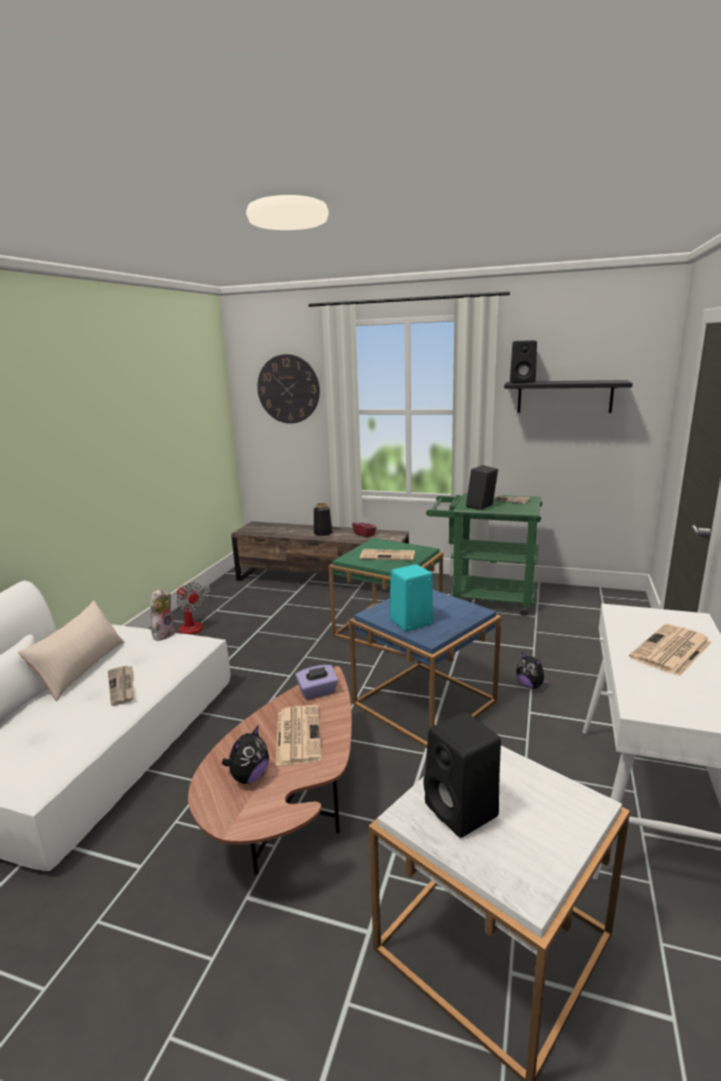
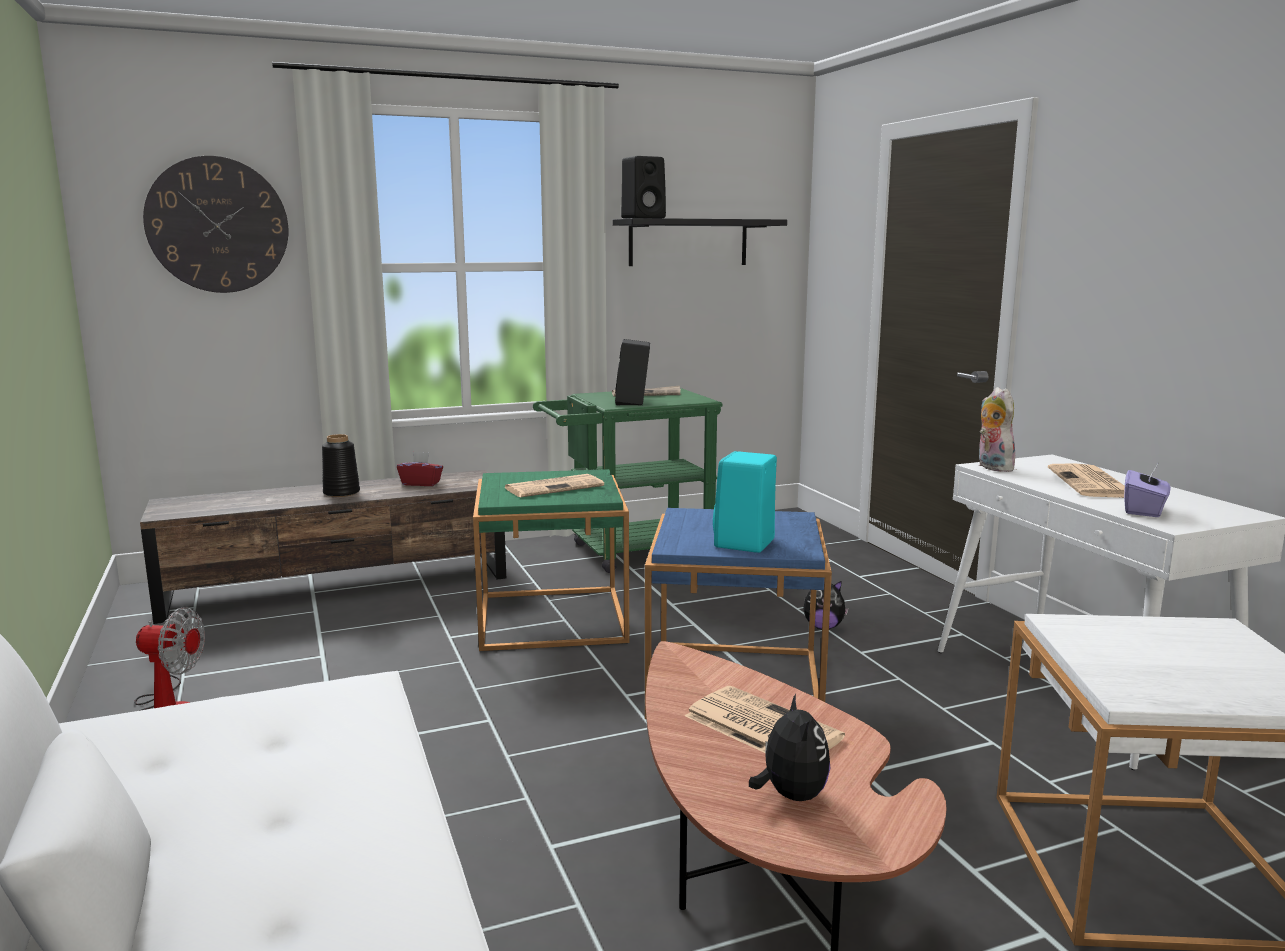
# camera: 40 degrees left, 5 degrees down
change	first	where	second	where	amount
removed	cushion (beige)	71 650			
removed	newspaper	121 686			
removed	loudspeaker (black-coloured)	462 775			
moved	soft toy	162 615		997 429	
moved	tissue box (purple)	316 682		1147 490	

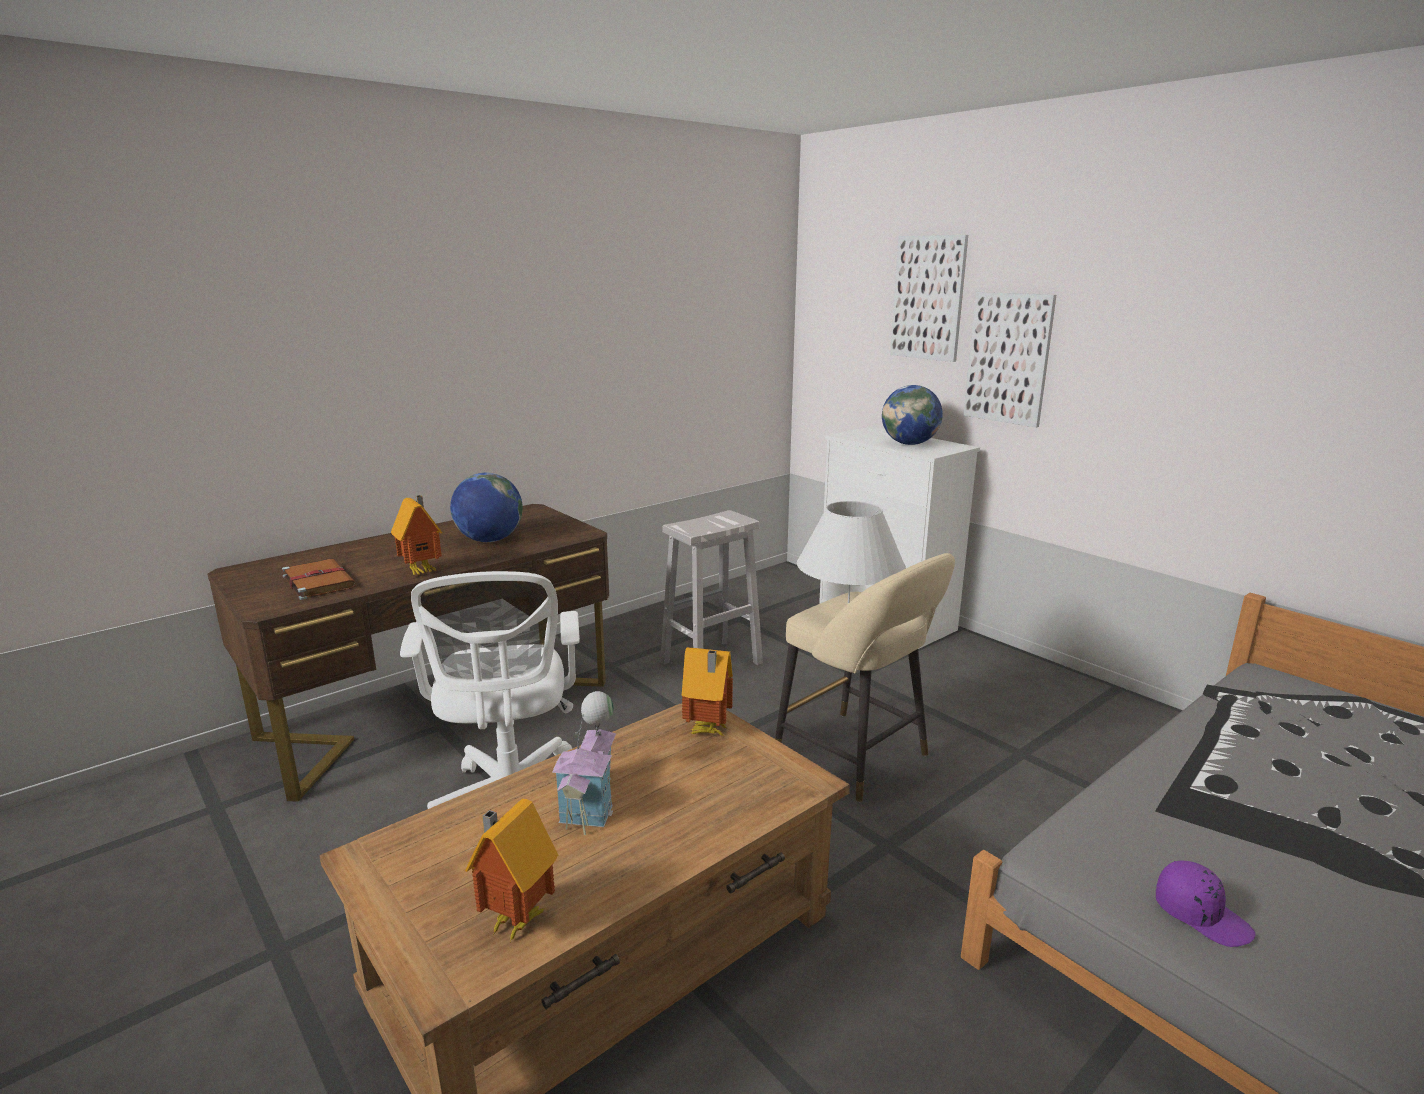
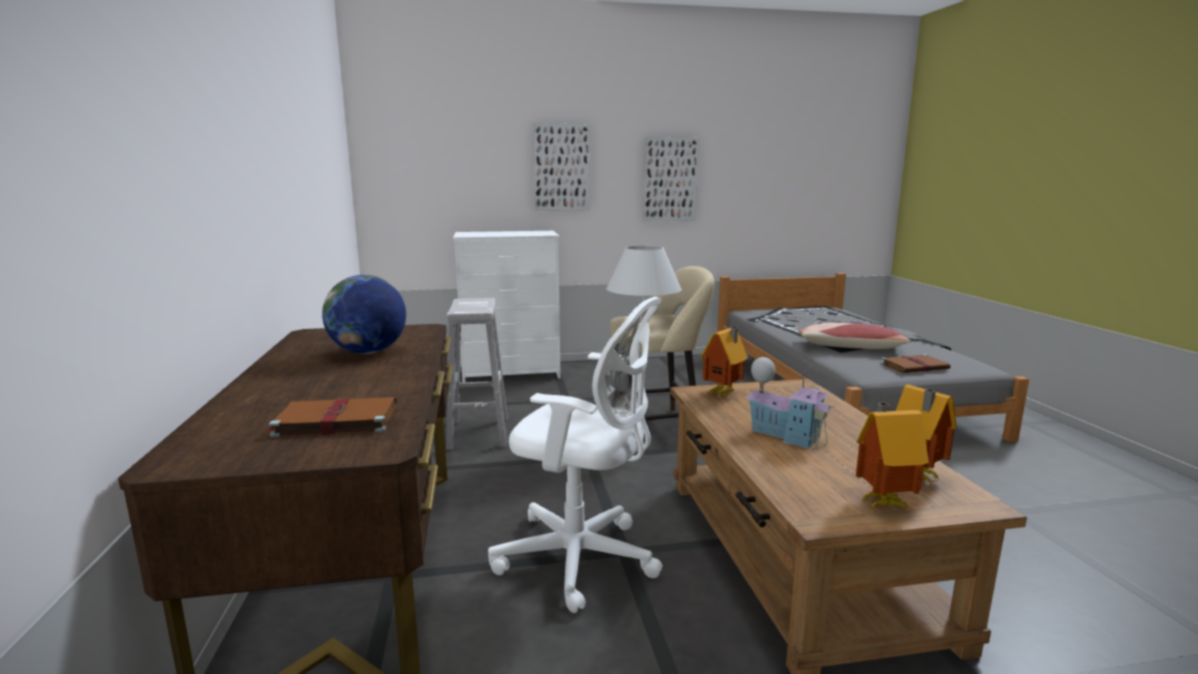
# camera: 60 degrees left, 5 degrees down
change	first	where	second	where	amount
removed	world globe	912 415			
added			cushion	854 336	
moved	miniature house	416 535		892 456	
moved	wall picture	929 298		671 179	
replaced	baseball cap (purple)	1205 904	volume (brown)	916 363	

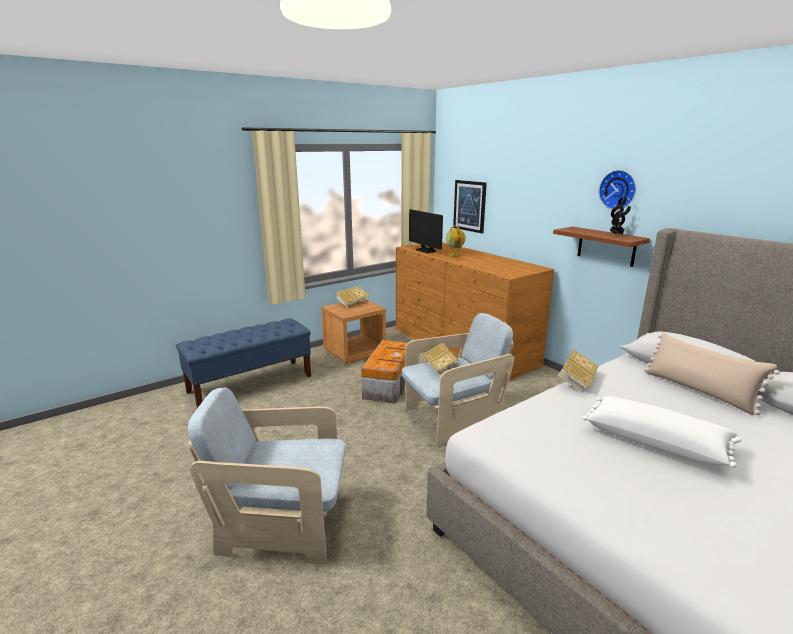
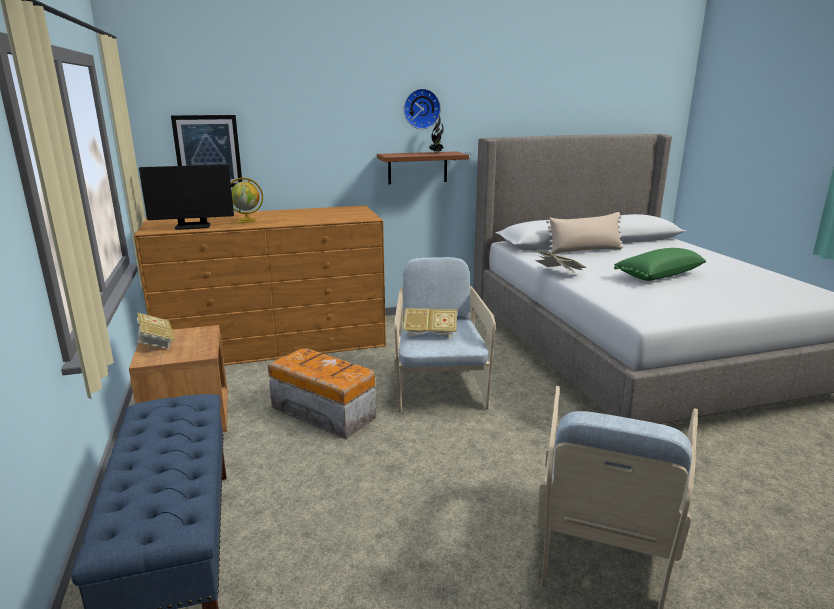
# camera: 70 degrees left, 0 degrees up
change	first	where	second	where	amount
recoloured	cushion (white-coloured)	661 432	cushion (green)	660 264	

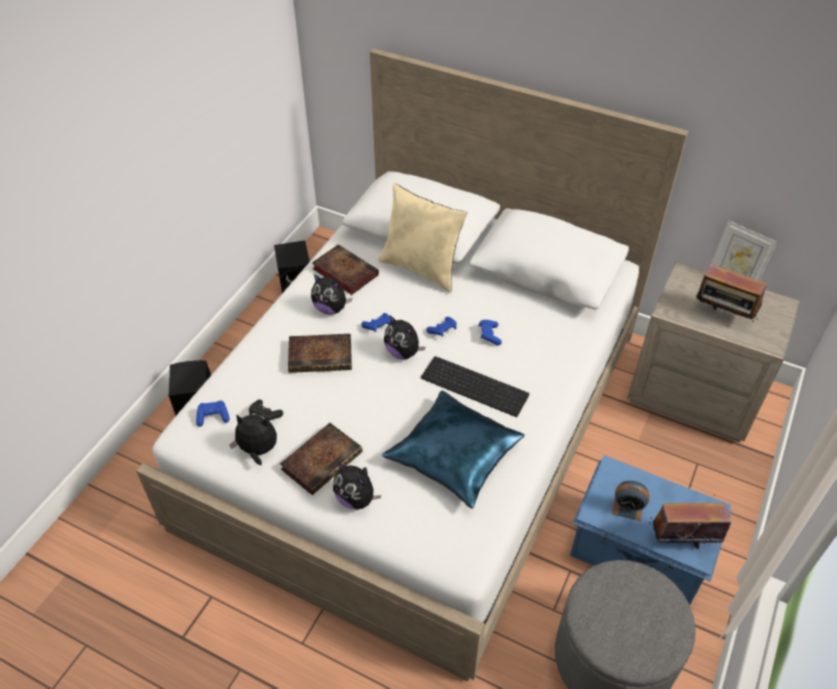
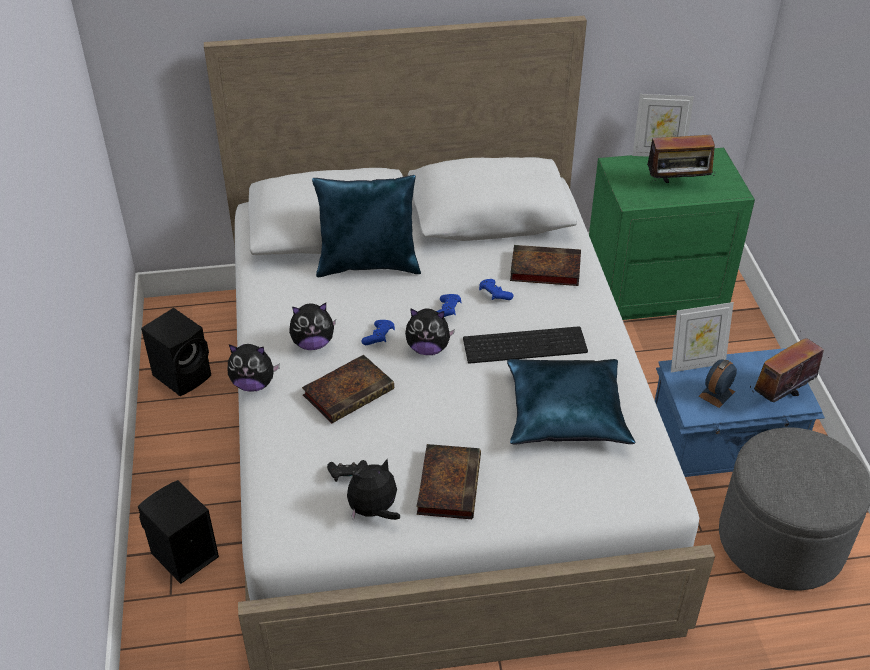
# camera: 35 degrees left, 5 degrees down
change	first	where	second	where	amount
removed	joypad (blue)	213 413			
added			photo frame	702 337	
moved	volume	345 269		545 265	
moved	soft toy	357 486		254 368	
recoloured	cushion (beige)	422 238	cushion (blue)	366 226	
recoloured	nightstand (beige)	714 352	nightstand (green)	672 234	
turned	bedside clock	631 501		717 384	150 degrees clockwise

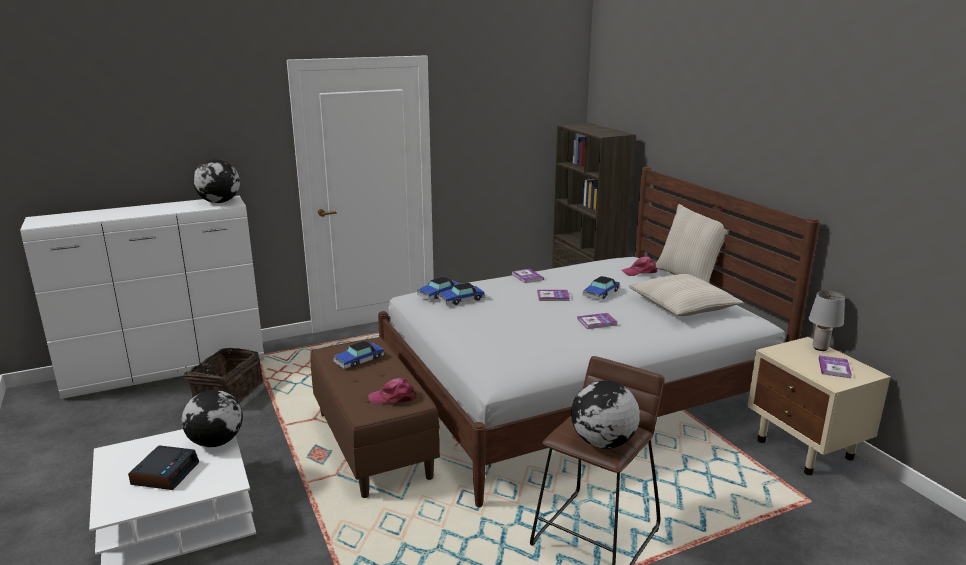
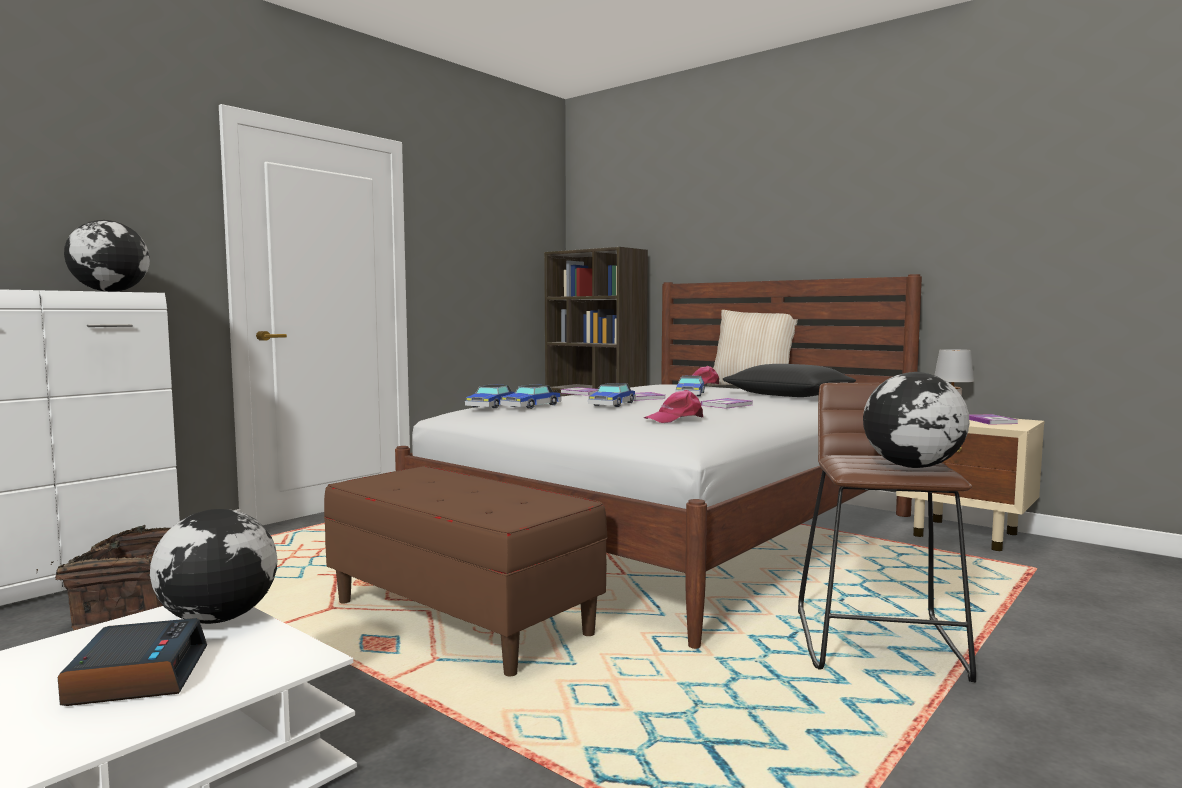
# camera: 25 degrees left, 15 degrees down
change	first	where	second	where	amount
moved	toy car	358 355		612 395	
moved	baseball cap (pinkish)	392 391		673 406	
recoloured	cushion (beige)	686 295	cushion (black-coloured)	789 380	

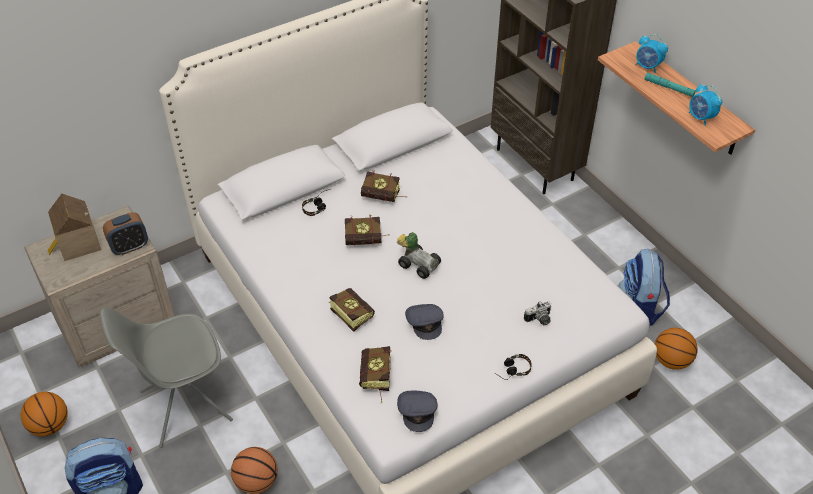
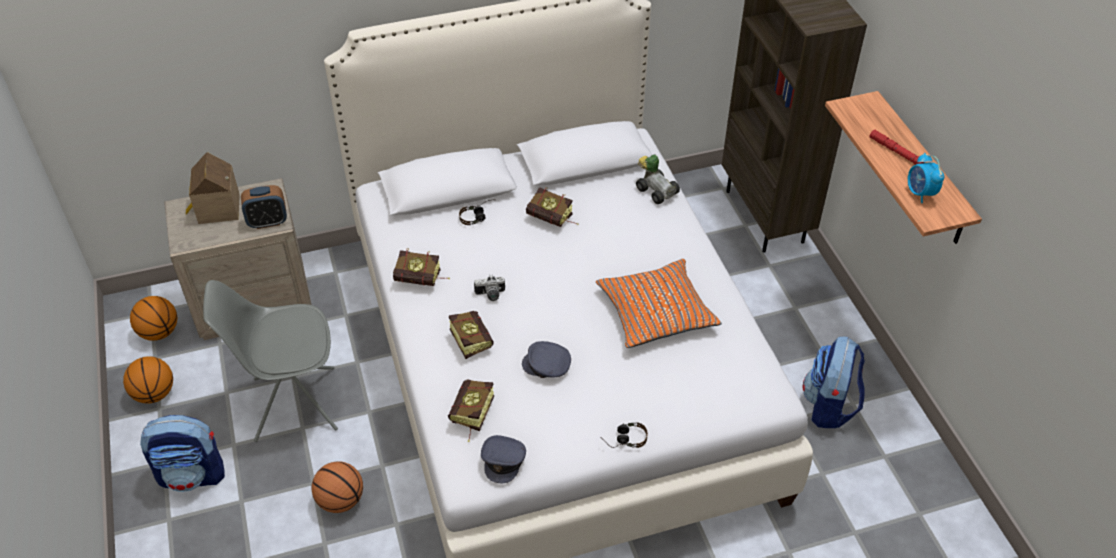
# camera: 15 degrees right, 0 degrees up
change	first	where	second	where	amount
removed	bedside clock	651 53			
added			cushion (orangey)	659 303	
moved	volume	367 230		421 267	
moved	toy car	419 255		658 179	
moved	photo camera	538 313		489 288	
moved	basketball	676 349		153 318	
recoloured	torch (blue-green)	670 85	torch (reddish)	896 147	
turned	baseball cap (grey)	424 322		546 359	105 degrees clockwise

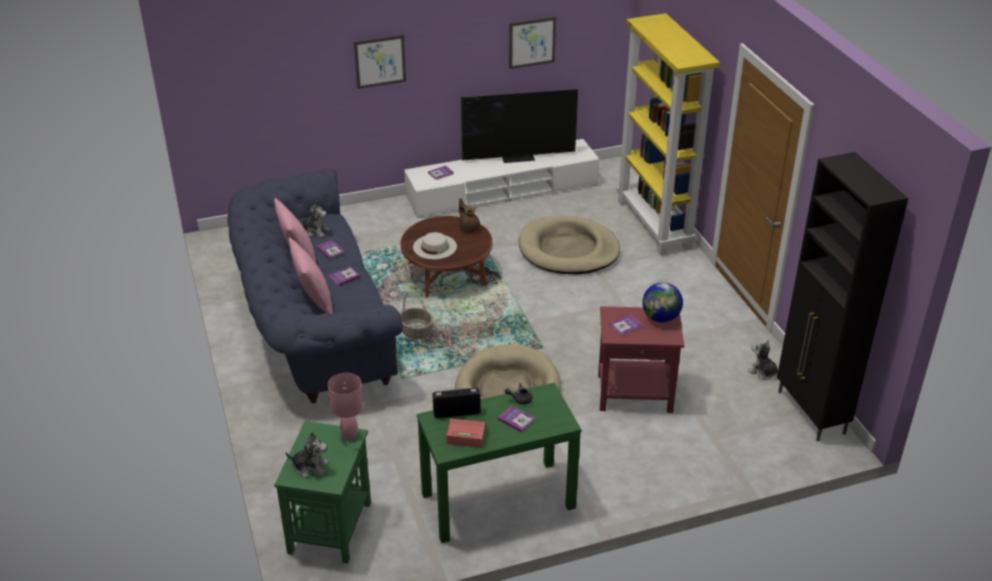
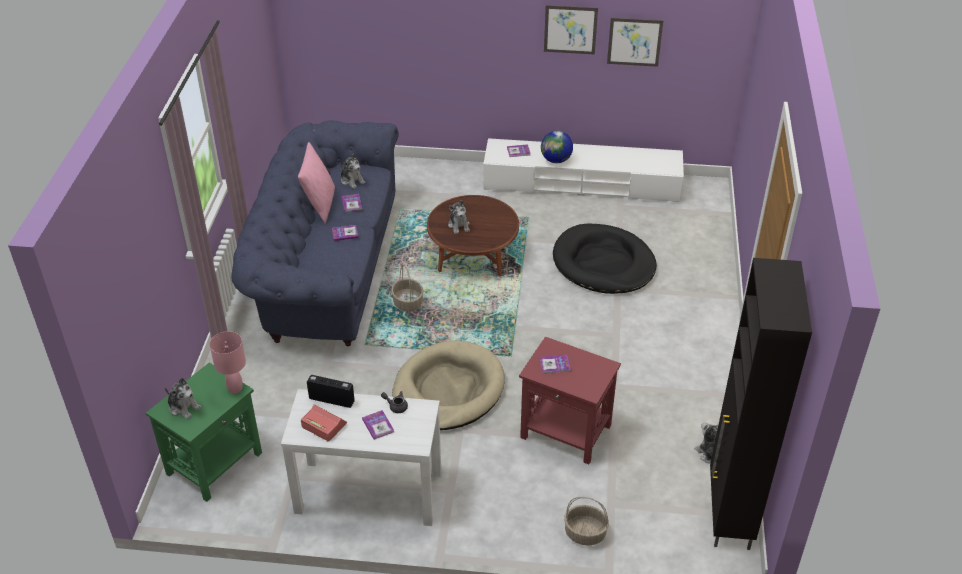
# camera: 25 degrees right, 5 degrees up
change	first	where	second	where	amount
removed	cushion (pinkish)	311 276			
removed	tea pot (brown)	469 215			
removed	TV set	519 126			
removed	shelving unit (yellow)	668 134			
added			storage basket	586 521	
moved	wall picture	380 62		571 29	
moved	world globe	662 302		557 147	
replaced	wearable hat (white-coloured)	435 245	soft toy	459 217	
recoloured	narrow table (green)	499 463	narrow table (white-coloured)	361 457	
recoloured	dog cushion (beige)	569 245	dog cushion (black-coloured)	605 259	

